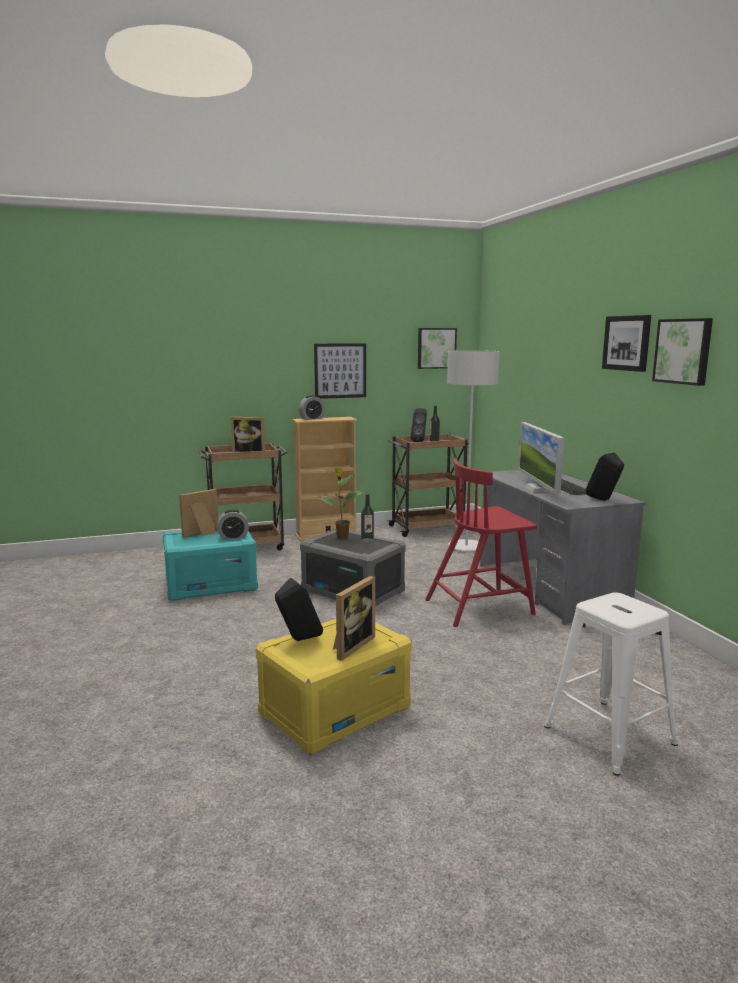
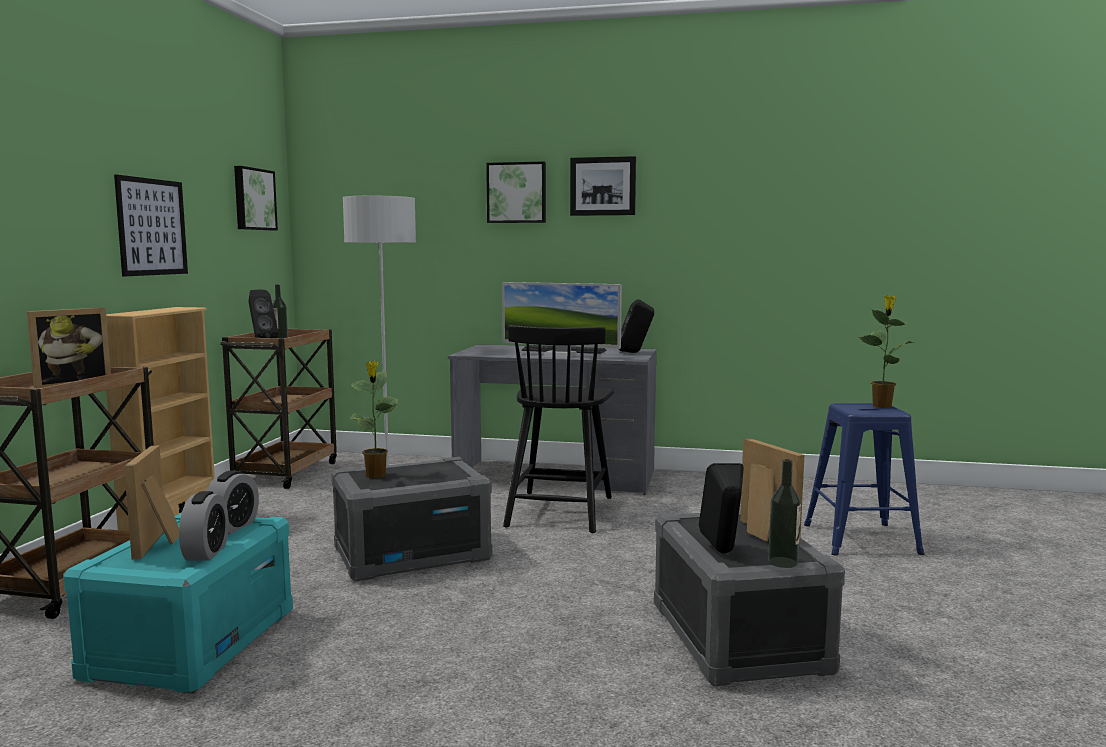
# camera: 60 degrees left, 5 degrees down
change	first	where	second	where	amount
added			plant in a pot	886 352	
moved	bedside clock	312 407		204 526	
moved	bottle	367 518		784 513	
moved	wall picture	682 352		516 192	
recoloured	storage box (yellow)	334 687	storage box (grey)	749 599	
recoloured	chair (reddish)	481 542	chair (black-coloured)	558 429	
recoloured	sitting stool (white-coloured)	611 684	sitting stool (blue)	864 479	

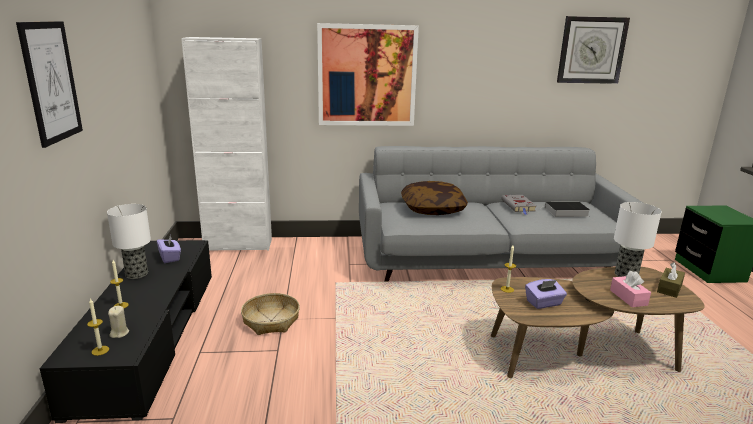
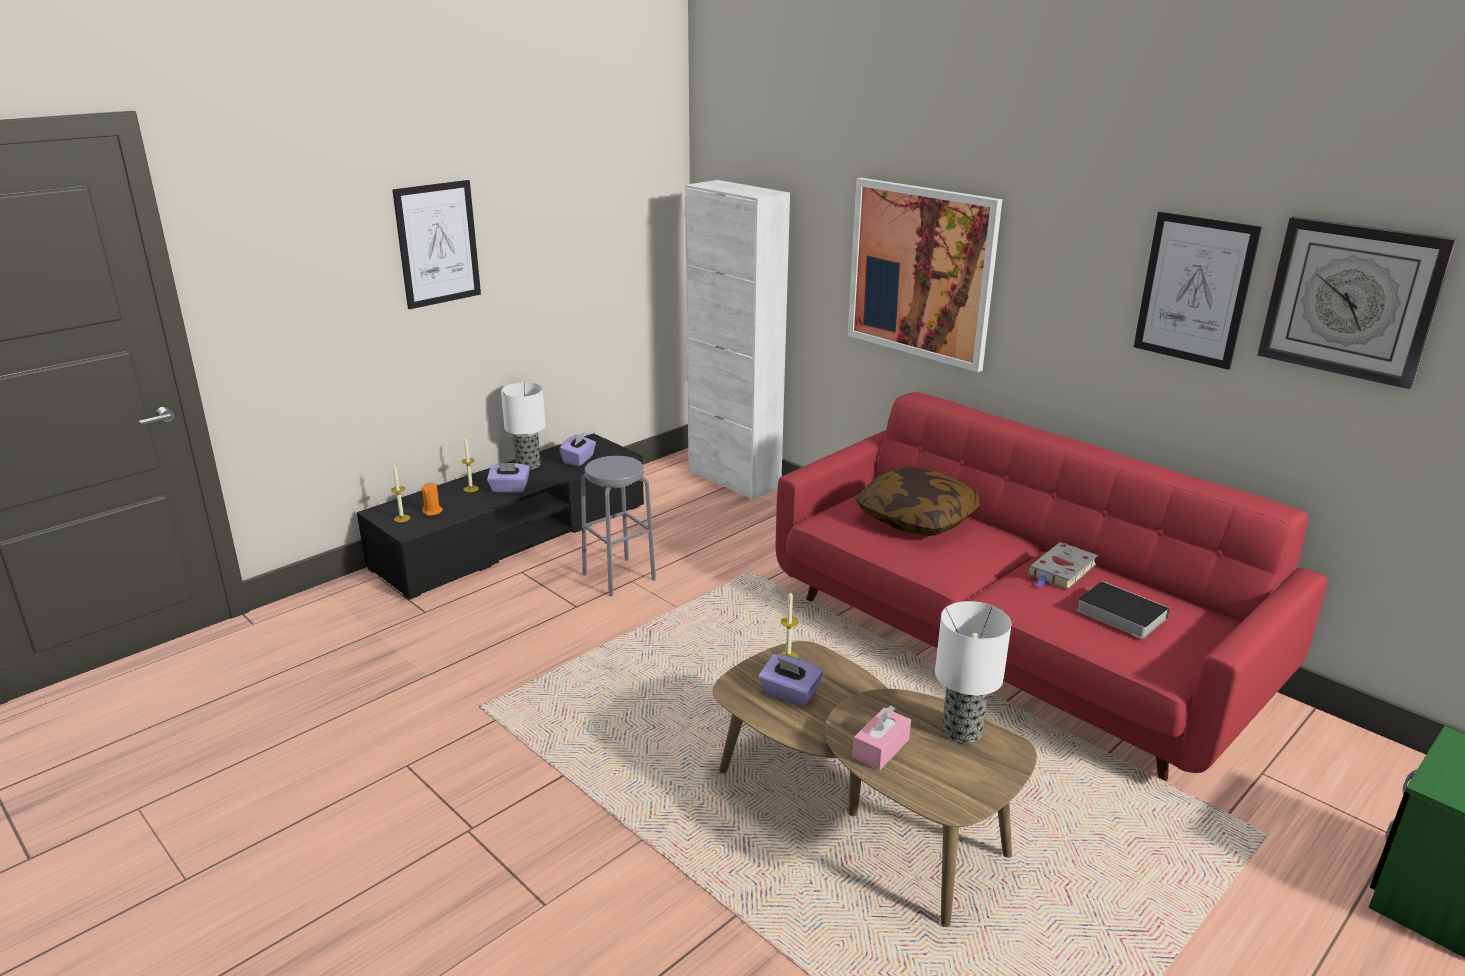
# camera: 50 degrees right, 5 degrees up
change	first	where	second	where	amount
removed	tissue box (brown)	671 280			
added			tissue box (purple)	508 478	
added			wall picture	1198 291	
replaced	storage basket	270 314	sitting stool (grey)	618 526	
recoloured	wax light (beige)	118 322	wax light (orangey)	432 499	
recoloured	sofa (grey)	501 213	sofa (reddish)	1051 587	

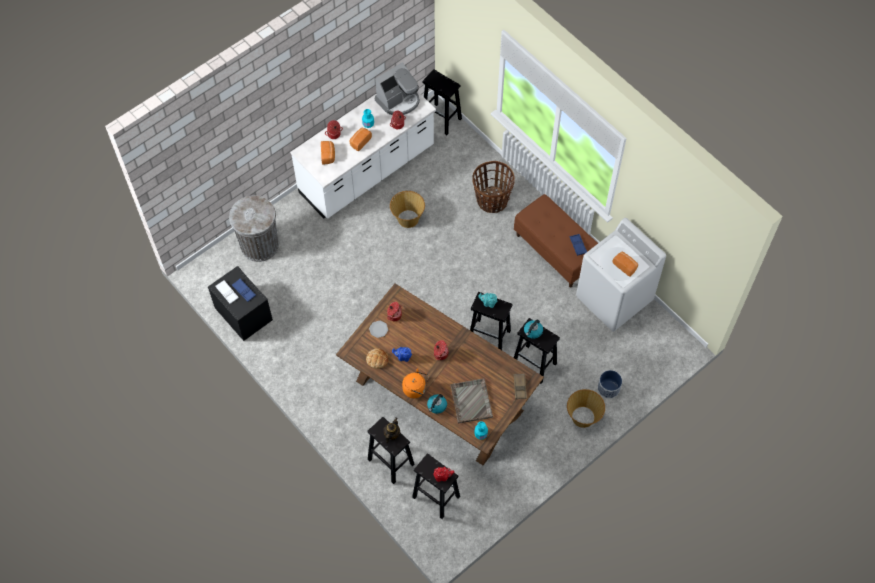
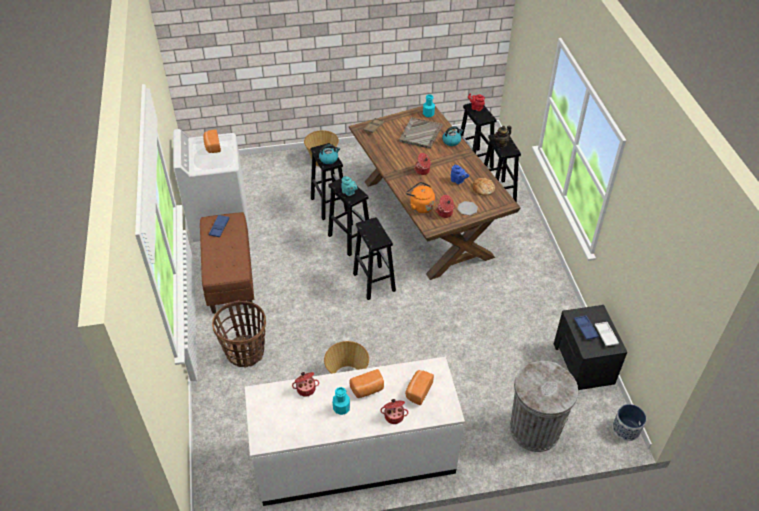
# camera: 150 degrees left, 15 degrees down
change	first	where	second	where	amount
removed	coffee brewer	397 88			
moved	tea kettle (orangey)	415 383		420 197	
moved	sitting stool (black-coloured)	442 102		374 258	
moved	plant pot	610 384		629 422	

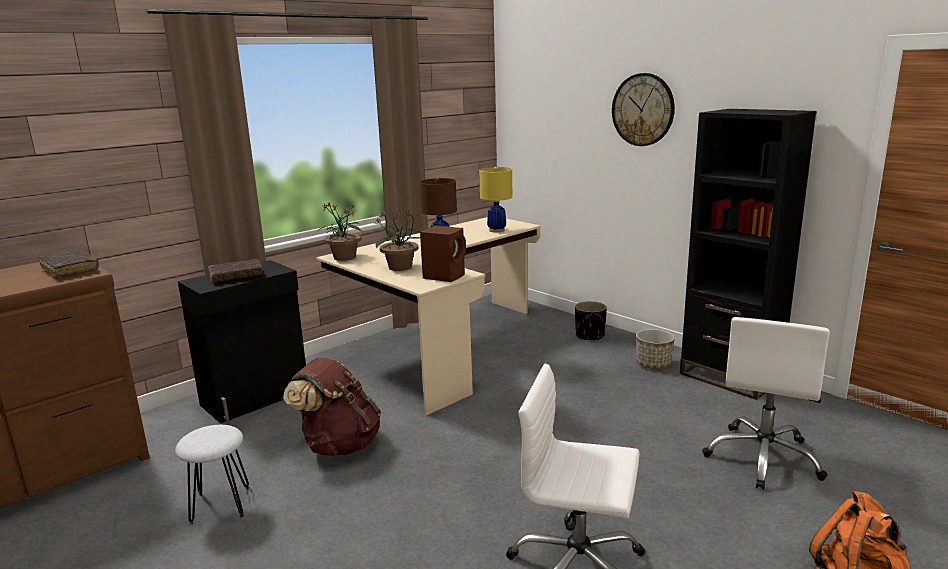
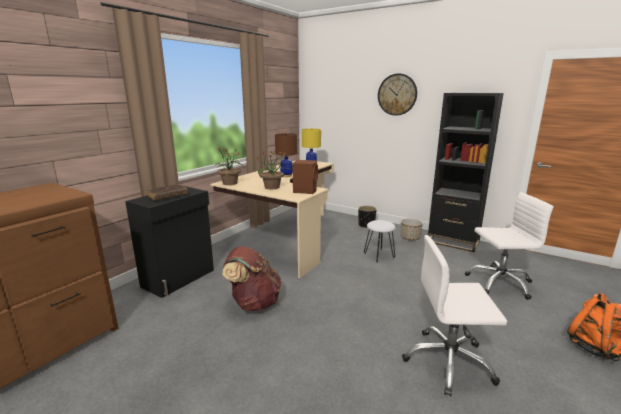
# camera: 15 degrees left, 0 degrees up
change	first	where	second	where	amount
removed	volume (brown)	69 264			
moved	sitting stool (white-coloured)	212 475		380 241	
turned	computer chair (white-coloured)	766 403		509 246	105 degrees counterclockwise

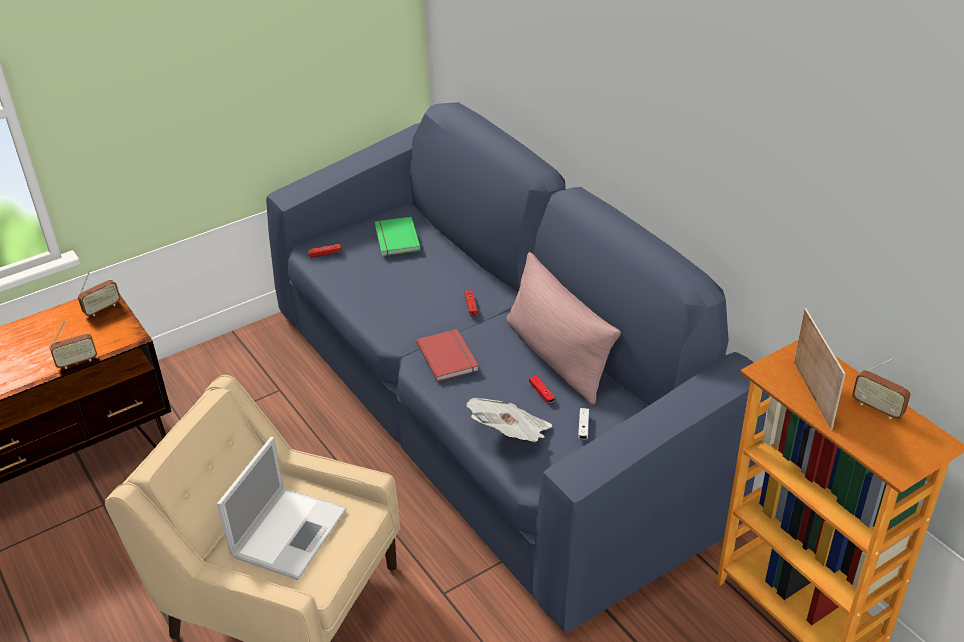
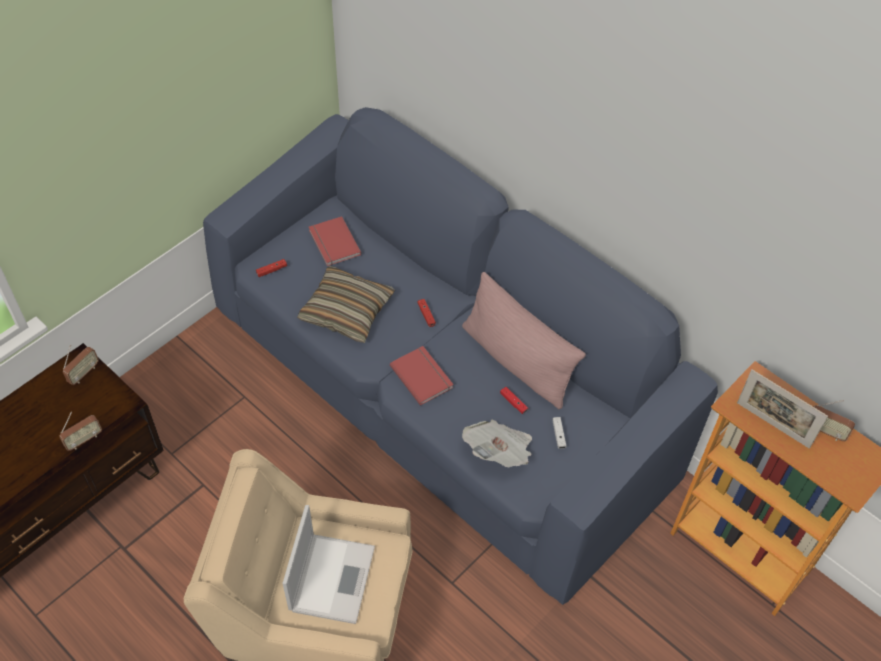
# camera: 15 degrees left, 15 degrees up
change	first	where	second	where	amount
added			cushion	346 304	
recoloured	volume (green)	398 236	volume (reddish)	335 241	
turned	photo frame	820 369		782 409	150 degrees clockwise

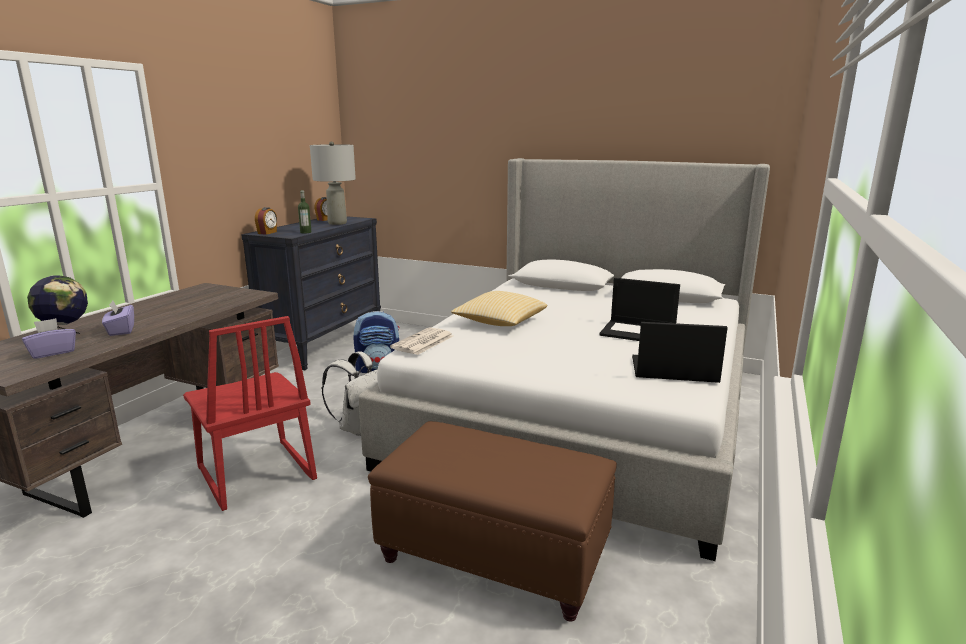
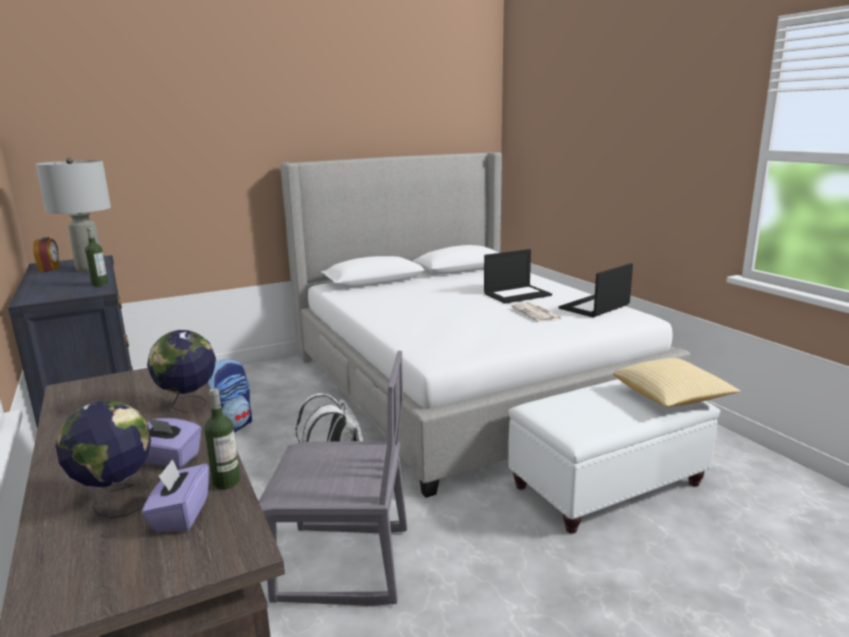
# camera: 50 degrees left, 0 degrees up
change	first	where	second	where	amount
removed	bedside clock	266 221			
added			world globe	181 371	
added			bottle	222 438	
moved	newspaper	421 341		536 312	
moved	cushion	499 308		676 382	
recoloured	chair (reddish)	250 413	chair (grey)	333 478	
recoloured	pouffe (brown)	492 521	pouffe (white-coloured)	614 456	

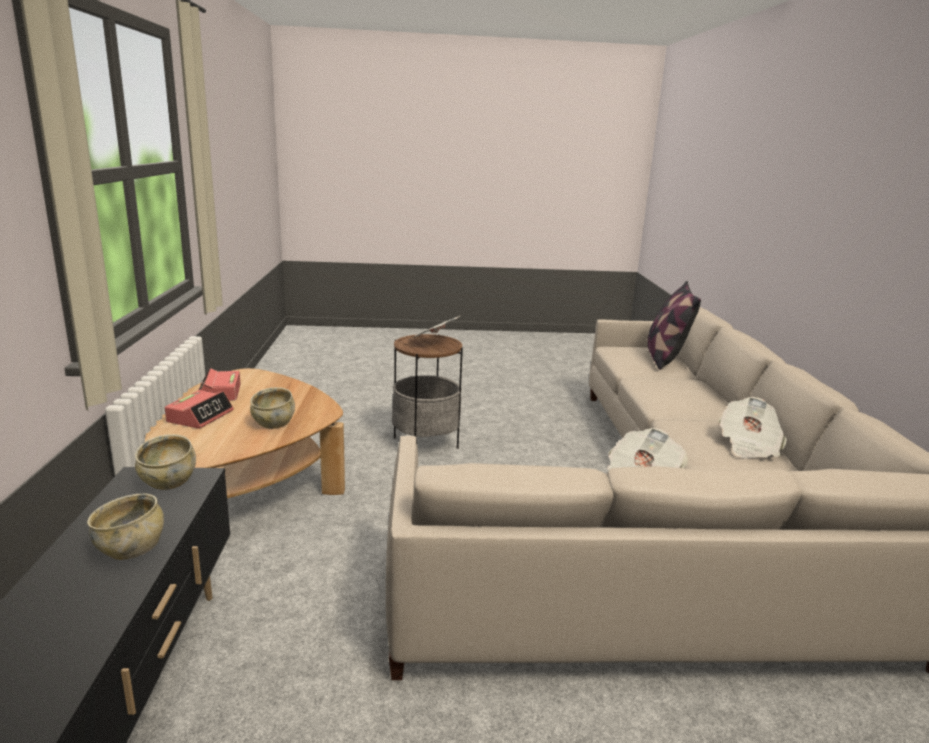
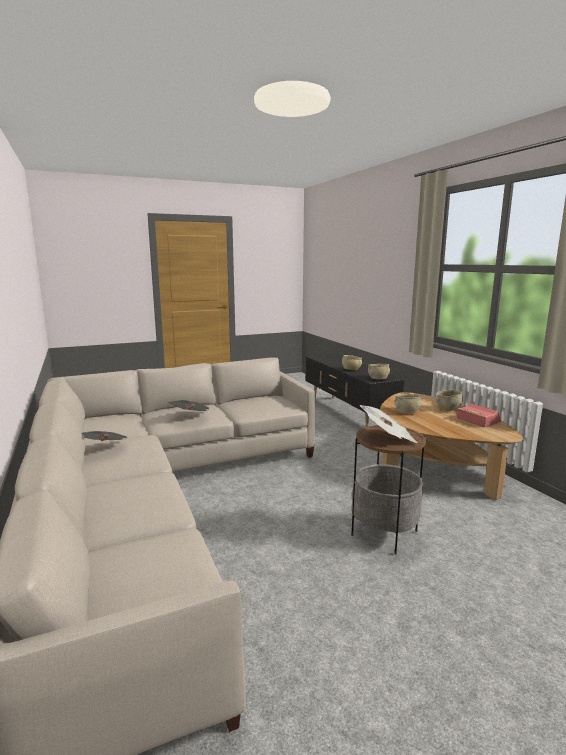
# camera: 160 degrees right, 5 degrees down
change	first	where	second	where	amount
removed	cushion	674 325			
replaced	bedside clock	199 409	bowl (beige)	449 400	

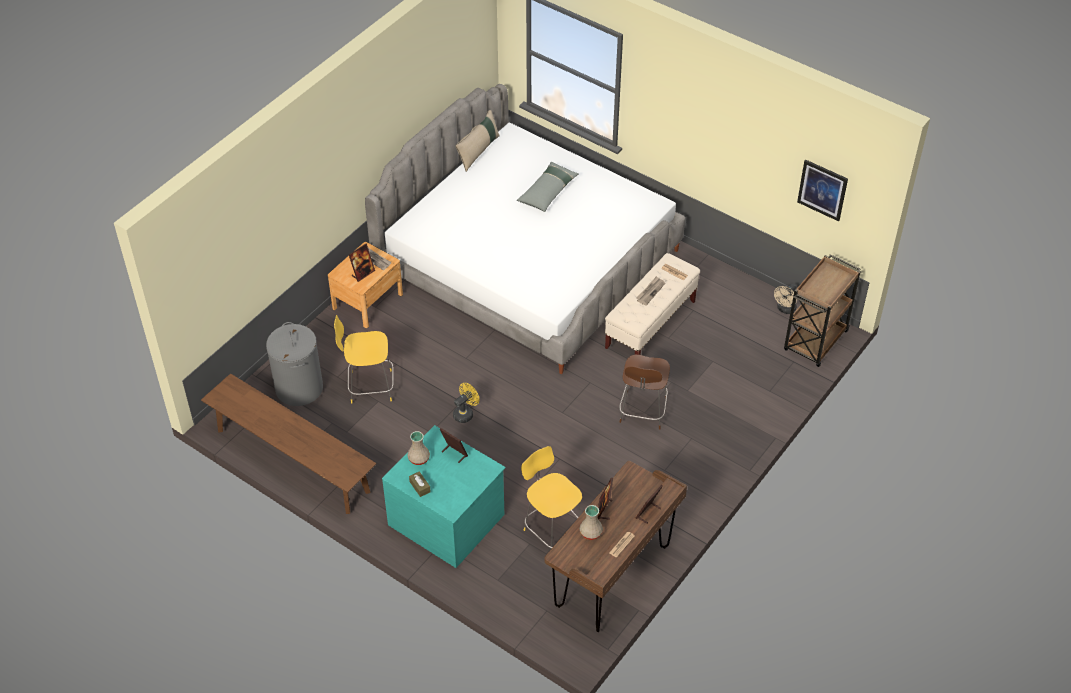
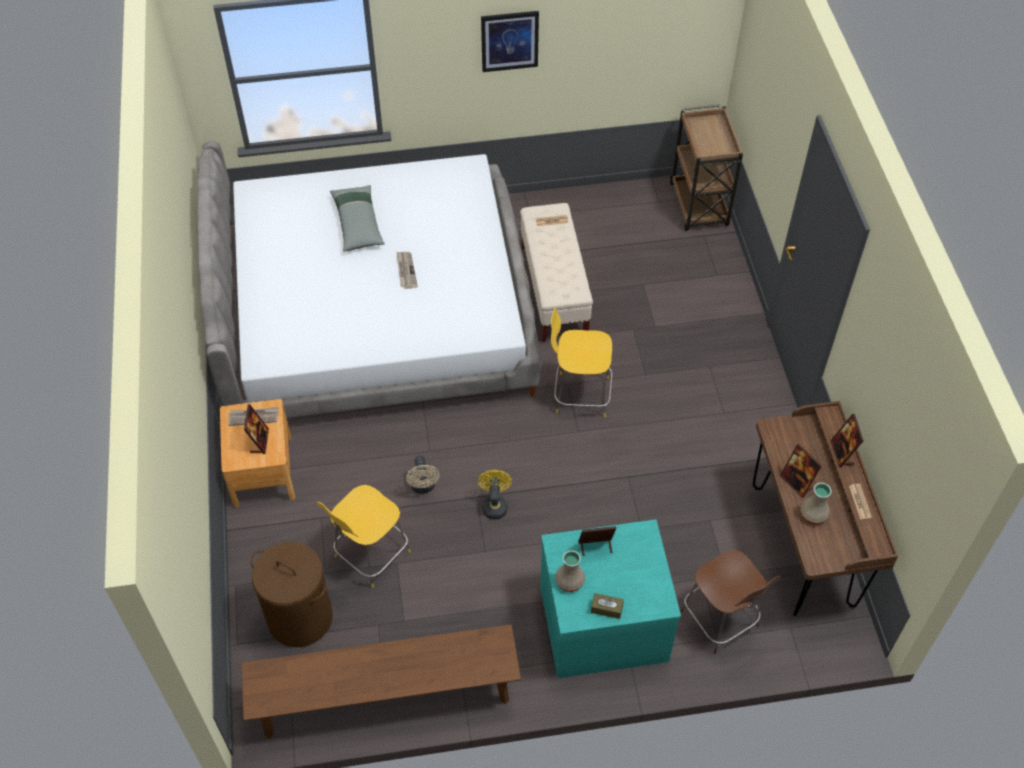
# camera: 45 degrees left, 5 degrees up
change	first	where	second	where	amount
removed	cushion (beige)	477 141			
moved	chair (yellow)	551 497		581 362	
moved	chair (brown)	644 392		731 602	
moved	newspaper	650 291		407 270	
moved	fan (beige)	785 299		422 475	
moved	wall picture	822 190		510 41	
recoloured	hamper (grey)	294 364	hamper (brown)	292 594	

